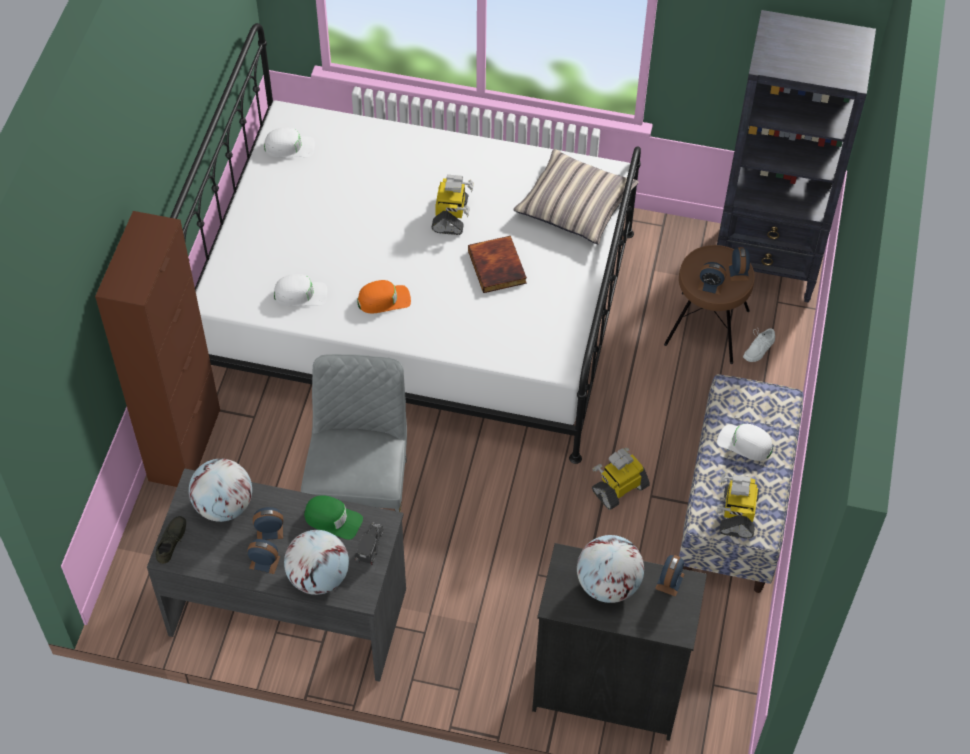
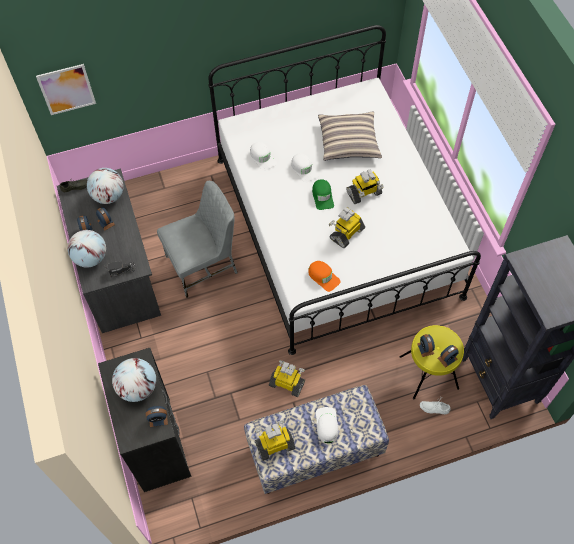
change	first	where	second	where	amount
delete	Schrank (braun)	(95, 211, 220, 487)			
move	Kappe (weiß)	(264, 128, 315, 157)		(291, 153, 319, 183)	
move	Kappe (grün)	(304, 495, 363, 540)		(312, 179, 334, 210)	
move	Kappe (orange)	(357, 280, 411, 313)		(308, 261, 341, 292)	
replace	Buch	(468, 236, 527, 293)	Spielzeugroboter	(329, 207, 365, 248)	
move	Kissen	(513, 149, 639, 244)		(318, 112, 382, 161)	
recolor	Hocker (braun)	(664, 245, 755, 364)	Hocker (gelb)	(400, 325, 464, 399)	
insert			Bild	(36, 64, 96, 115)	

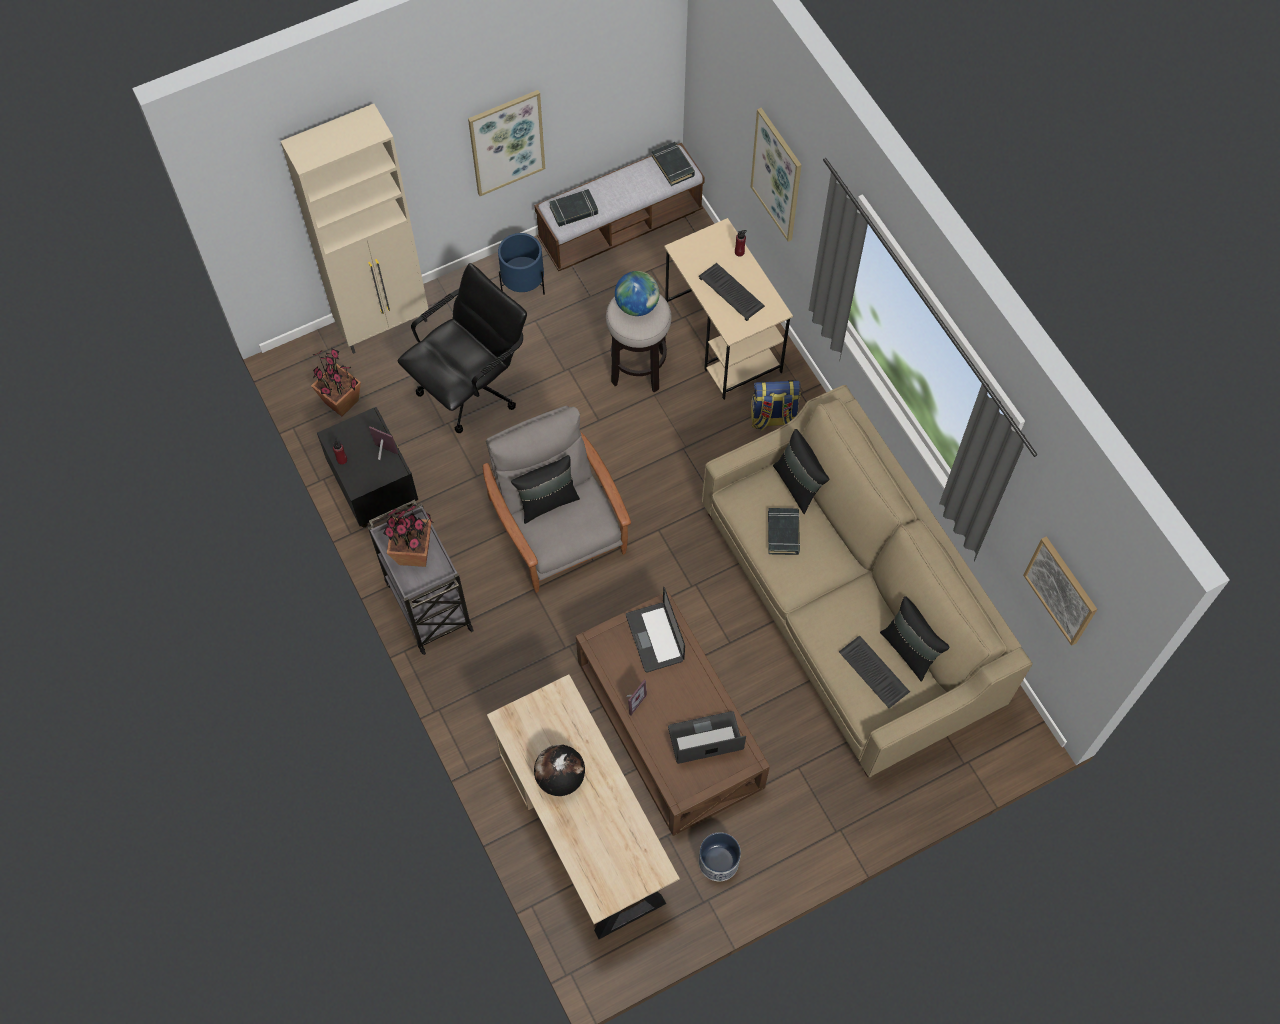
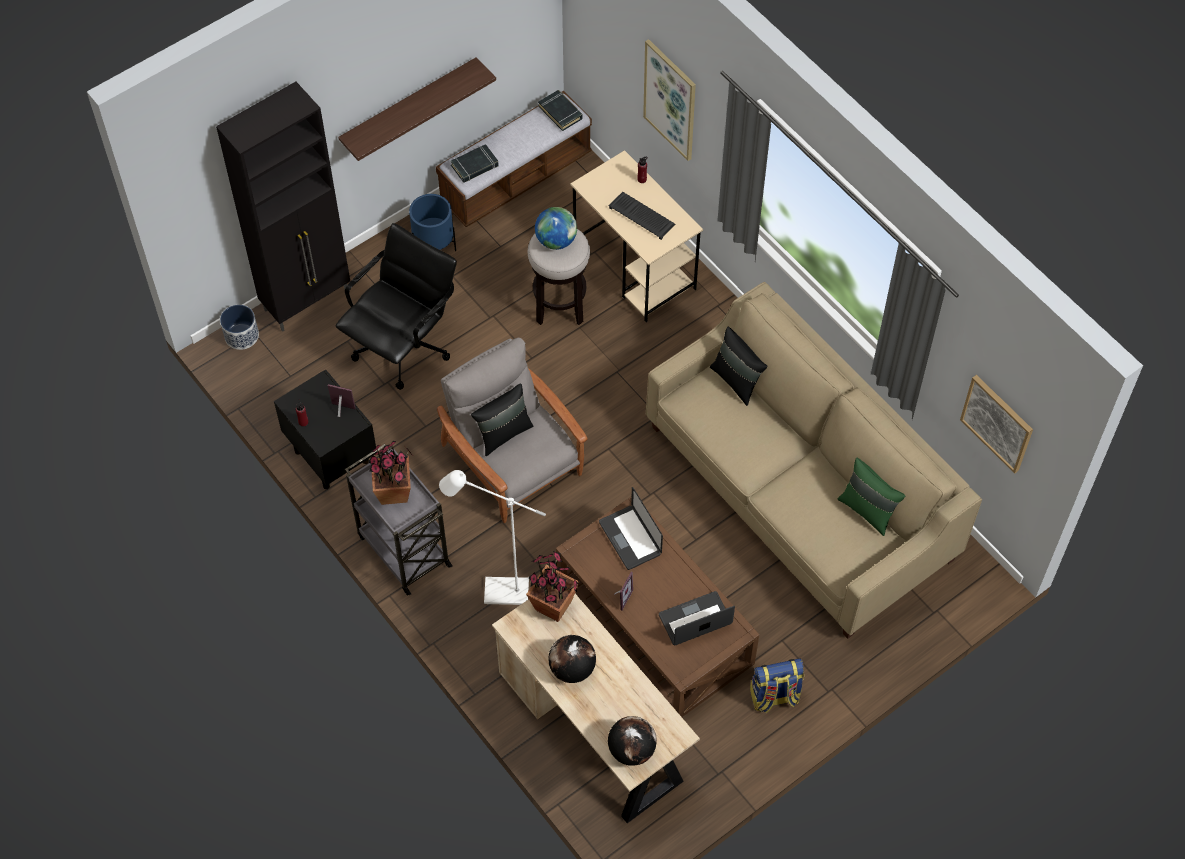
change	first	where	second	where	amount
recolor	Schrank (beige)	(281, 104, 428, 354)	Schrank (schwarz)	(216, 82, 350, 332)	
move	Topfpflanze	(311, 348, 361, 416)		(526, 551, 579, 622)	
replace	Bild	(468, 90, 545, 196)	Wandregal	(338, 57, 496, 161)	
move	Pflanzkübel	(699, 832, 741, 881)		(220, 305, 259, 350)	
move	Rucksack	(751, 380, 801, 431)		(750, 658, 804, 713)	
delete	Buch (schwarz)	(768, 508, 800, 555)			
delete	Tastatur	(839, 635, 910, 708)			
recolor	Kissen (schwarz)	(880, 596, 950, 682)	Kissen (grün)	(837, 458, 905, 536)	
insert			Stehlampe (weiß)	(439, 470, 546, 605)	
insert			Globus	(608, 716, 657, 766)	

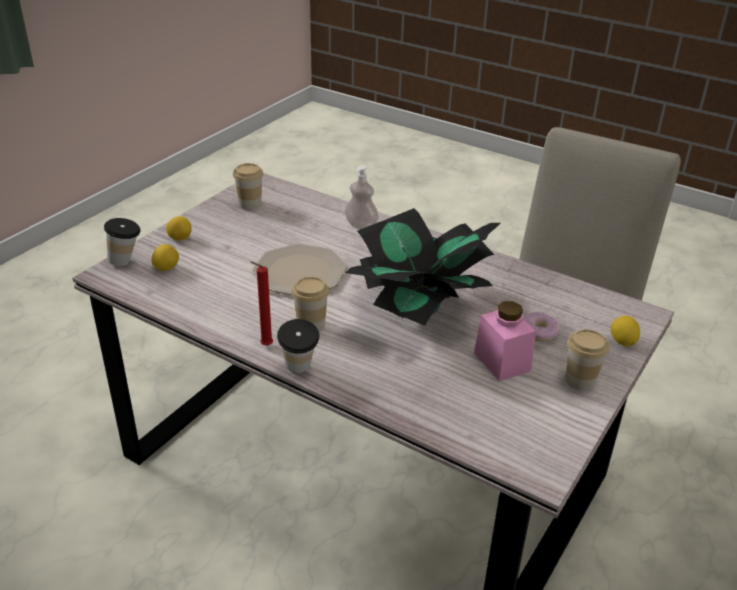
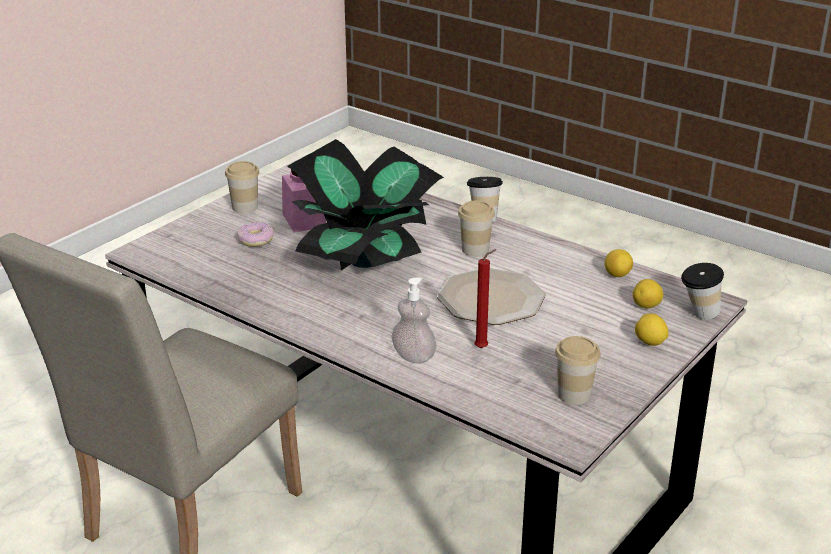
change	first	where	second	where	amount
move	Kerze (rot)	(250, 262, 273, 346)		(475, 249, 496, 348)	
move	Zitrone	(611, 316, 640, 346)		(605, 249, 633, 277)	

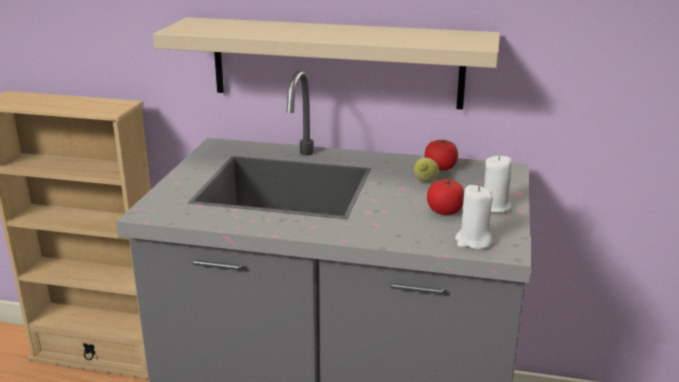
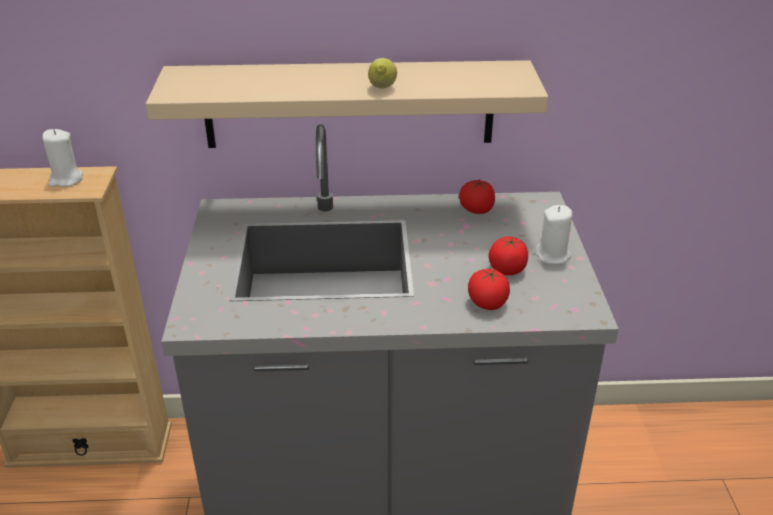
change	first	where	second	where	amount
move	Zitrone	(413, 158, 439, 183)		(368, 58, 397, 89)	
move	Kerze (weiß)	(455, 185, 493, 249)		(42, 129, 83, 187)	
insert			Tomate	(468, 269, 510, 310)	

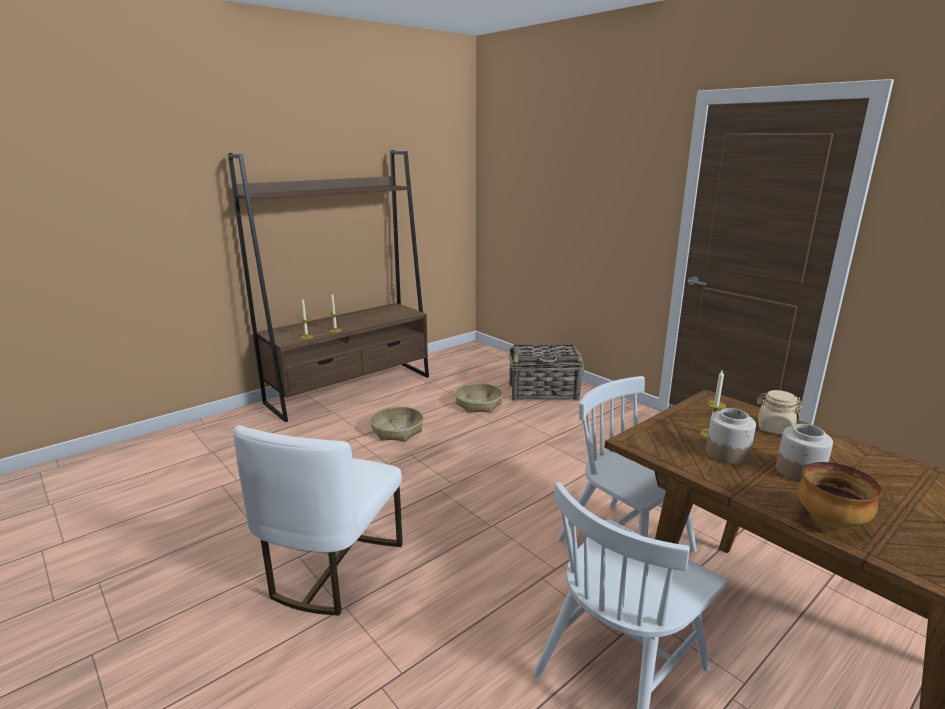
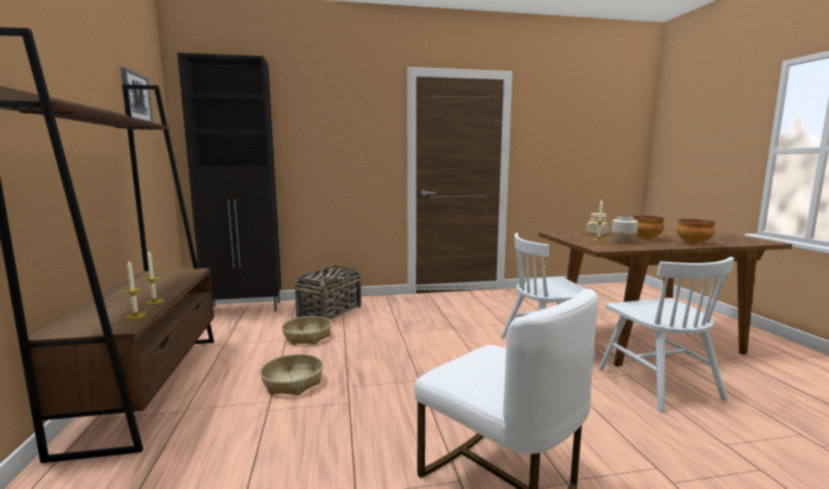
change	first	where	second	where	amount
replace	Vorratsglas	(776, 424, 833, 482)	Schüssel	(632, 216, 665, 239)	
insert			Bild	(120, 67, 153, 123)	
insert			Schrank (schwarz)	(177, 53, 281, 311)	

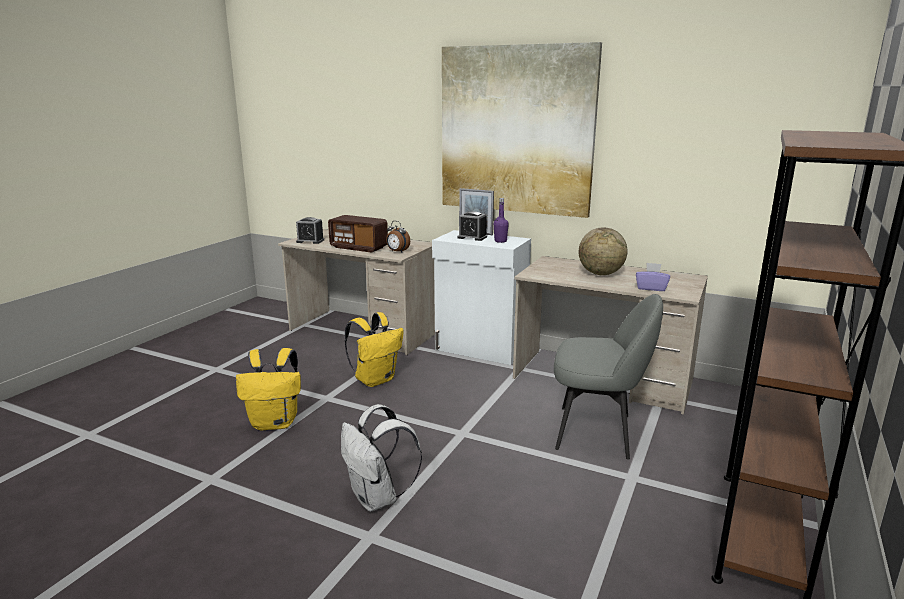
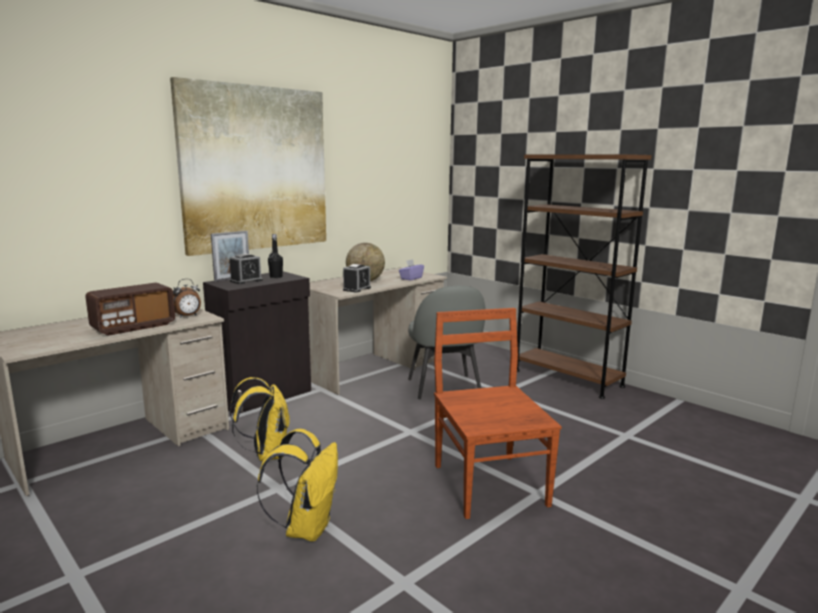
change	first	where	second	where	amount
move	Wecker	(296, 217, 324, 244)		(343, 264, 371, 293)	
replace	Rucksack (weiß)	(341, 404, 422, 512)	Stuhl (braun)	(434, 308, 562, 519)	
recolor	Schrank (weiß)	(432, 230, 531, 365)	Schrank (schwarz)	(203, 271, 311, 414)	
recolor	Flasche (lila)	(494, 198, 509, 243)	Flasche (schwarz)	(268, 234, 283, 278)	
rotate	Stuhl (grau)	(554, 294, 663, 460)		(408, 286, 486, 399)	135 degrees clockwise

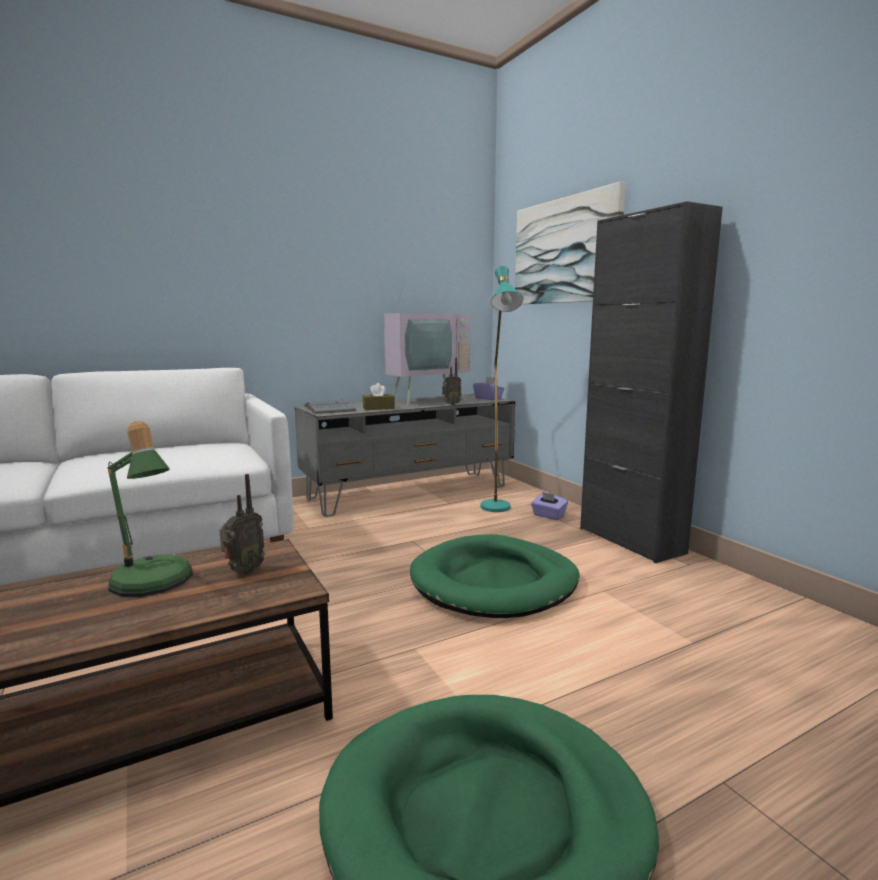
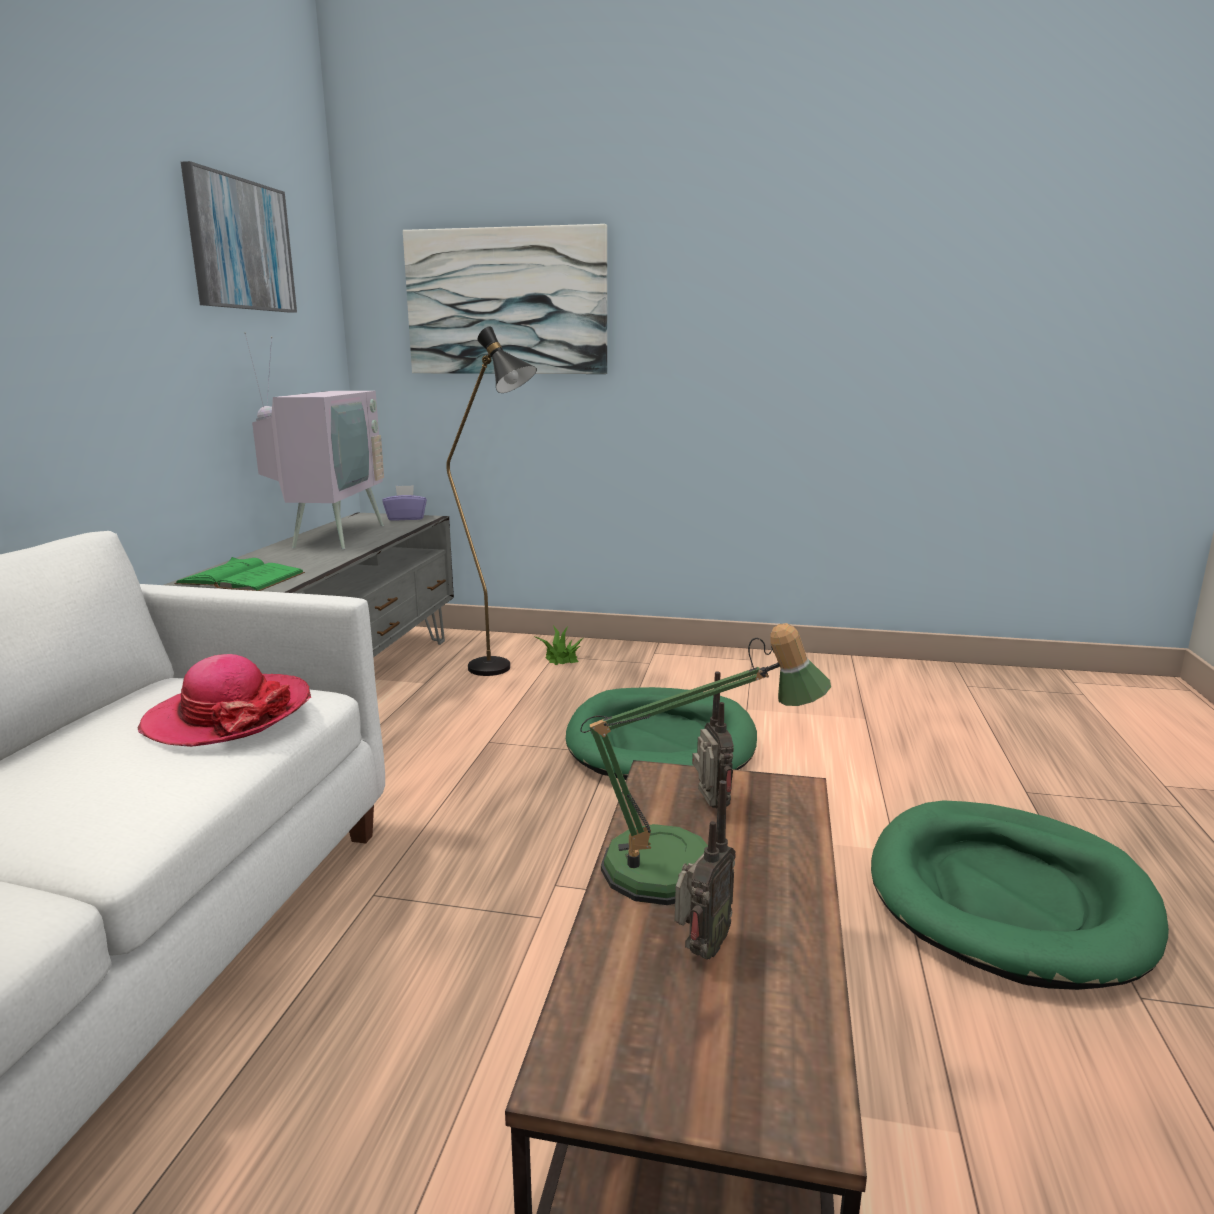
change	first	where	second	where	amount
recolor	Buch (grau)	(305, 399, 356, 414)	Buch (grün)	(174, 557, 305, 591)	
delete	Taschentuchbox (braun)	(363, 383, 395, 410)			
move	Radio	(442, 358, 462, 405)		(675, 780, 736, 960)	
recolor	Stehlampe (türkis)	(481, 266, 523, 512)	Stehlampe (schwarz)	(446, 326, 537, 676)	
replace	Taschentuchbox (lila)	(531, 492, 568, 520)	Topfpflanze	(533, 626, 583, 665)	
delete	Schrank (schwarz)	(580, 201, 723, 563)			
insert			Hut	(138, 654, 311, 747)	
insert			Bild	(181, 161, 297, 313)	

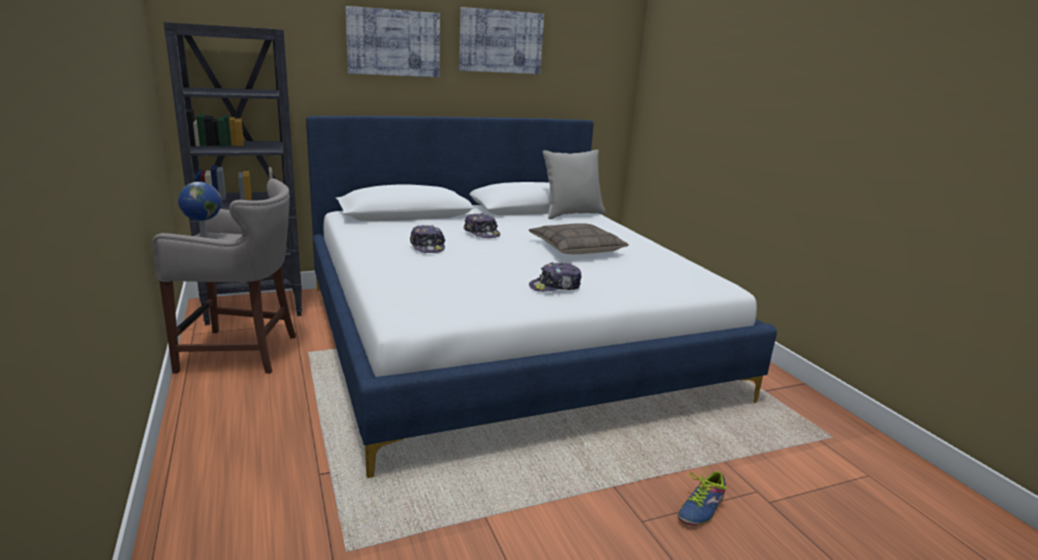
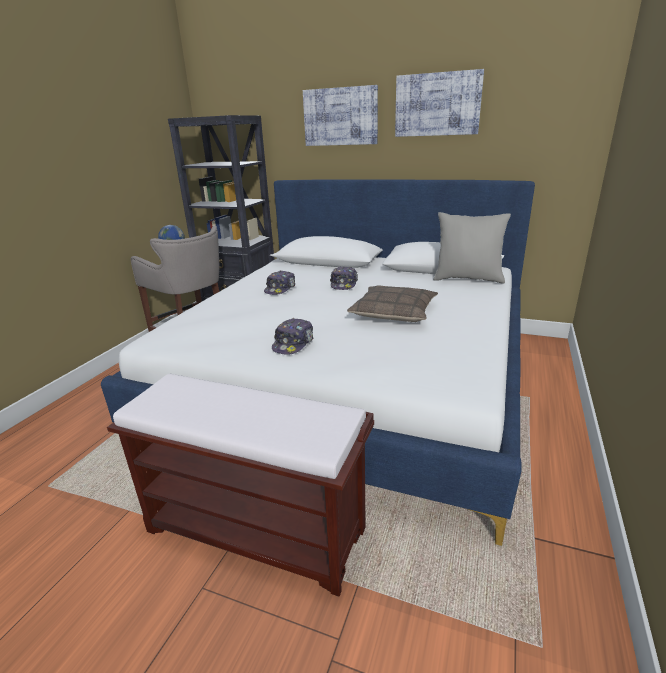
change	first	where	second	where	amount
rotate	Kappe	(529, 262, 581, 292)		(272, 318, 313, 354)	90 degrees counterclockwise
delete	Schuh	(678, 465, 728, 526)			
insert			Bank (braun)	(107, 374, 374, 597)	

